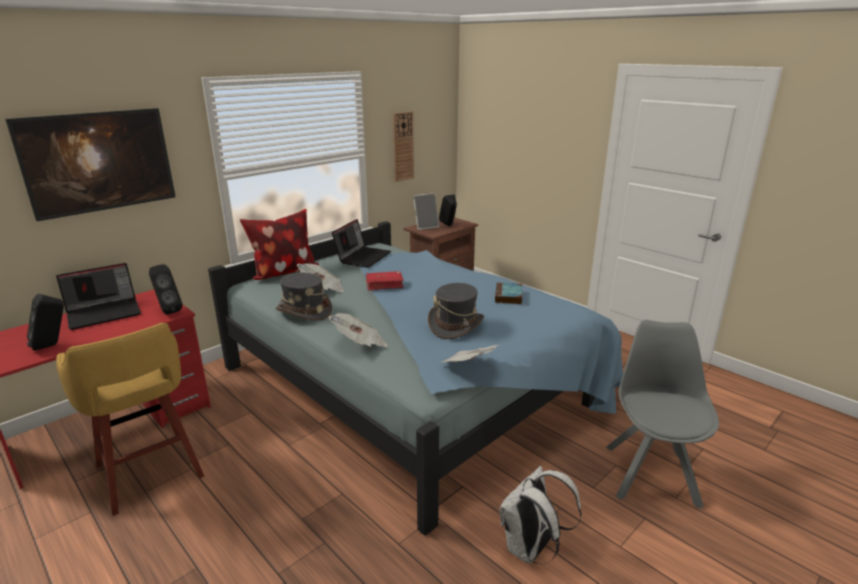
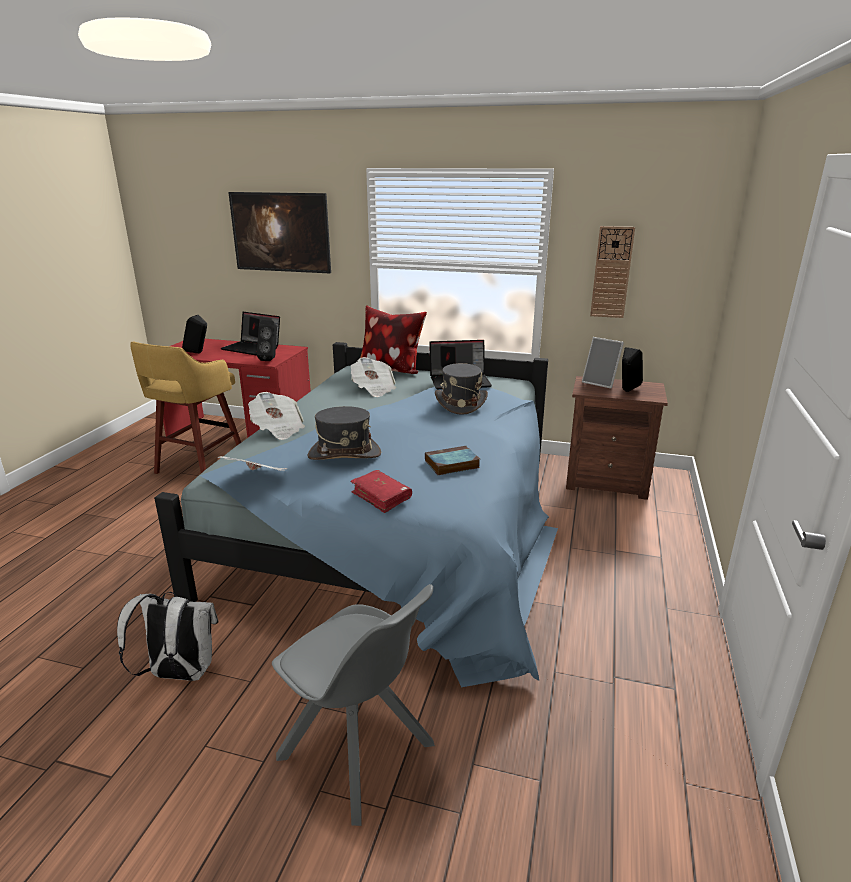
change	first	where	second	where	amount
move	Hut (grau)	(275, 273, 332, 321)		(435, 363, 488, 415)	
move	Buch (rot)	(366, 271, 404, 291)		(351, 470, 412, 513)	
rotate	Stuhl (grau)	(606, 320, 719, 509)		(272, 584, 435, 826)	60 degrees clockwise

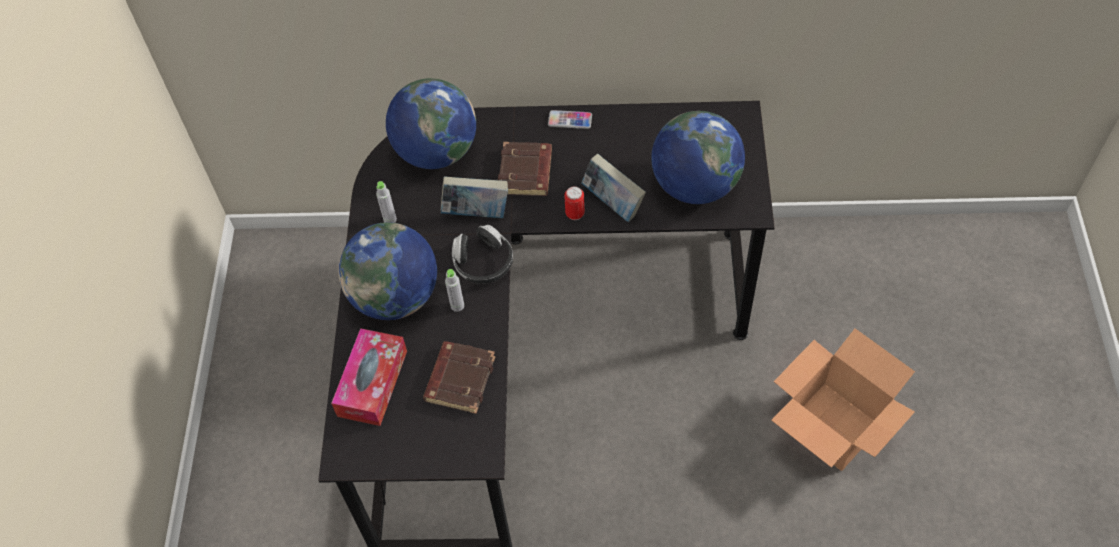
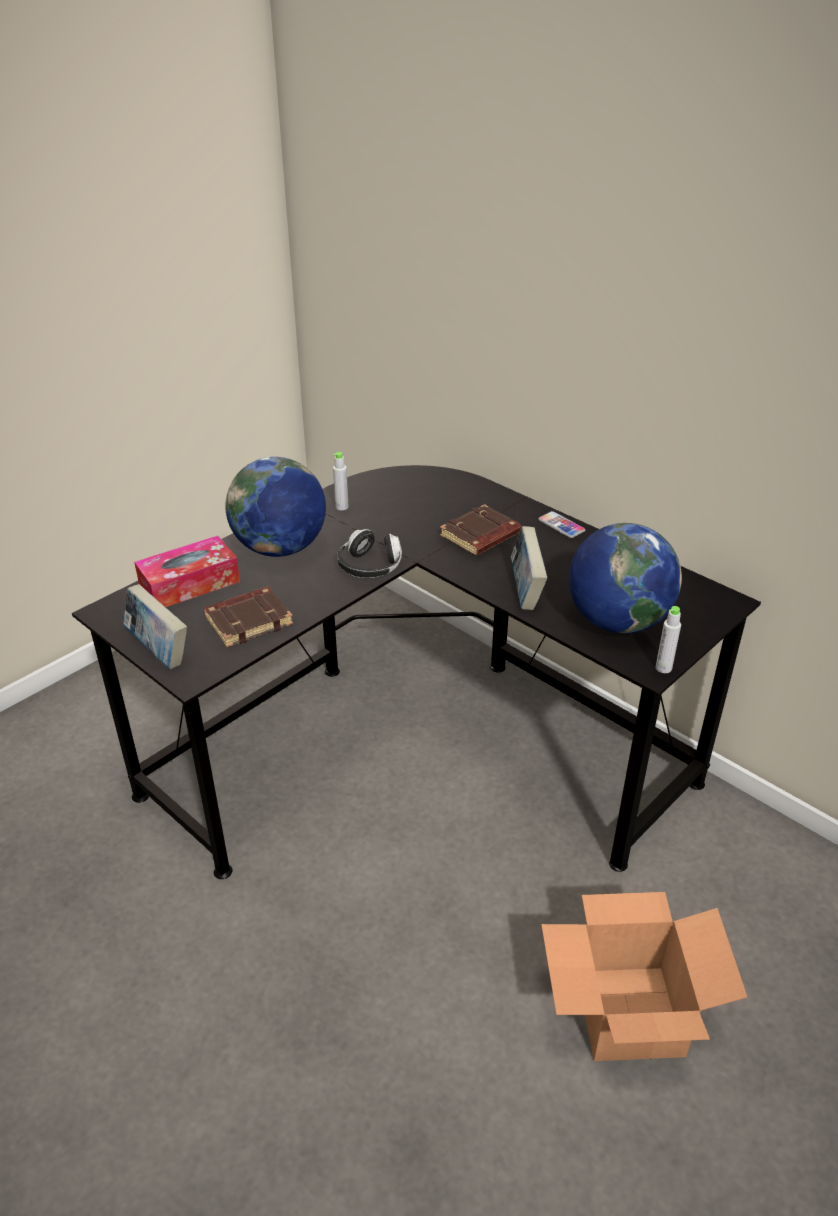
change	first	where	second	where	amount
delete	Globus	(386, 78, 476, 169)			
move	Buch	(441, 176, 508, 218)		(123, 584, 187, 669)	
move	Flasche (grau)	(445, 269, 464, 312)		(656, 606, 681, 673)	
delete	Dose	(564, 186, 585, 220)			

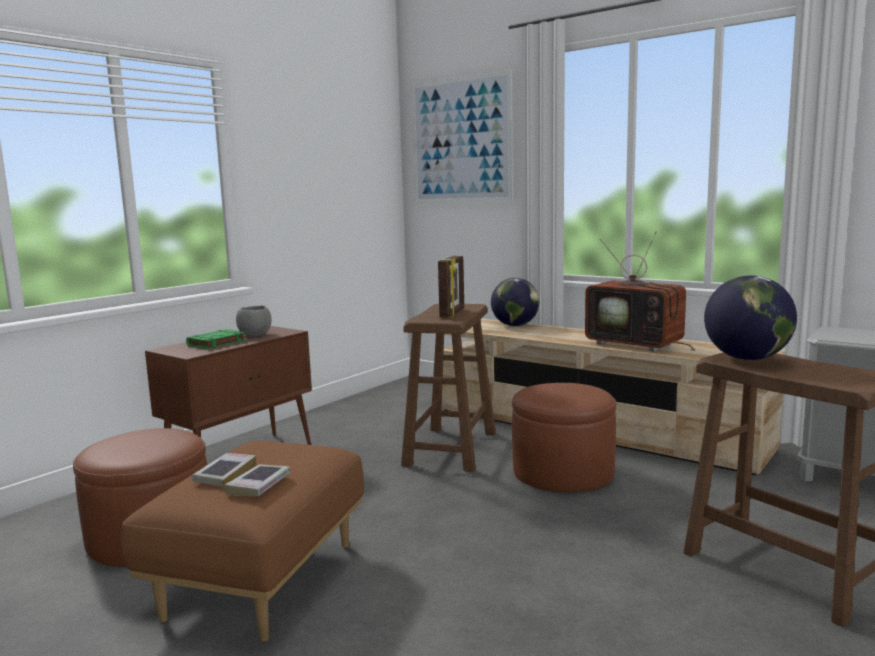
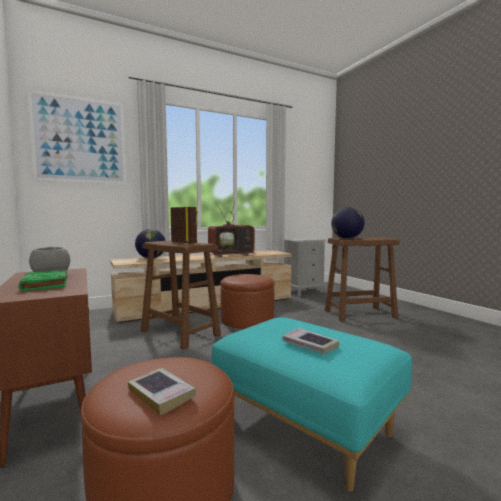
change	first	where	second	where	amount
recolor	Polsterhocker (braun)	(122, 441, 364, 642)	Polsterhocker (türkis)	(211, 317, 412, 492)	
move	Buch	(225, 464, 291, 496)		(128, 368, 196, 415)	

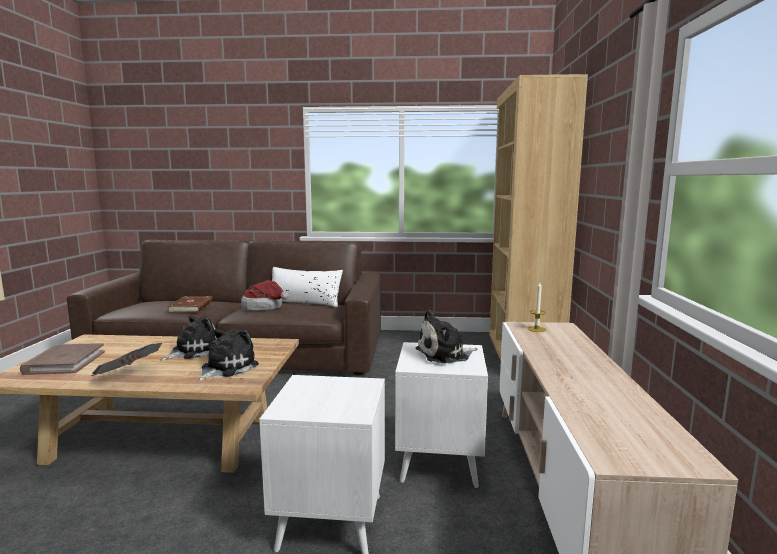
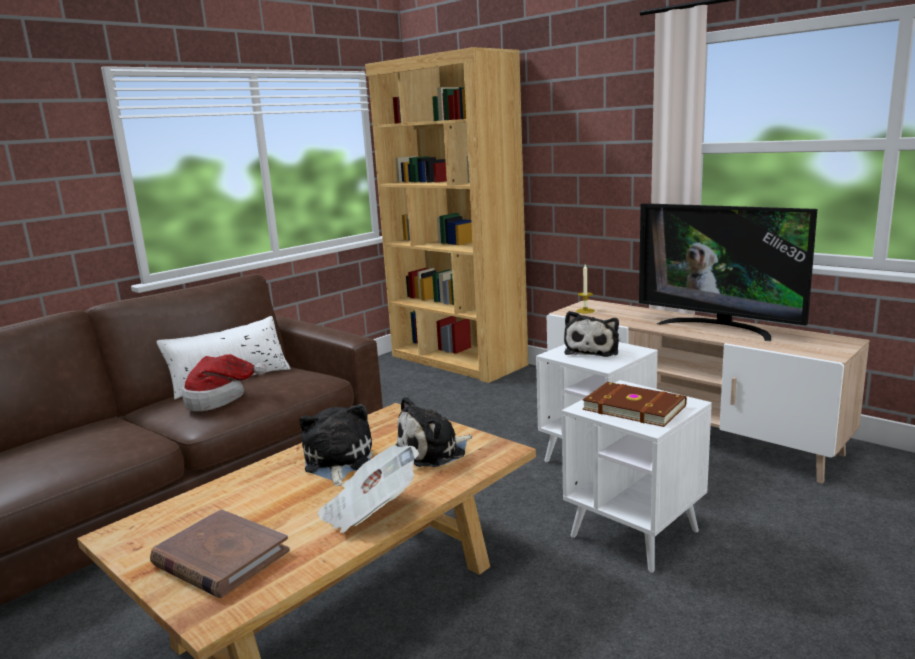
change	first	where	second	where	amount
move	Buch (braun)	(168, 296, 213, 312)		(582, 382, 687, 427)	
rotate	Plüschtier	(197, 328, 259, 381)		(396, 396, 472, 467)	105 degrees counterclockwise
insert			Fernseher	(639, 203, 817, 341)	

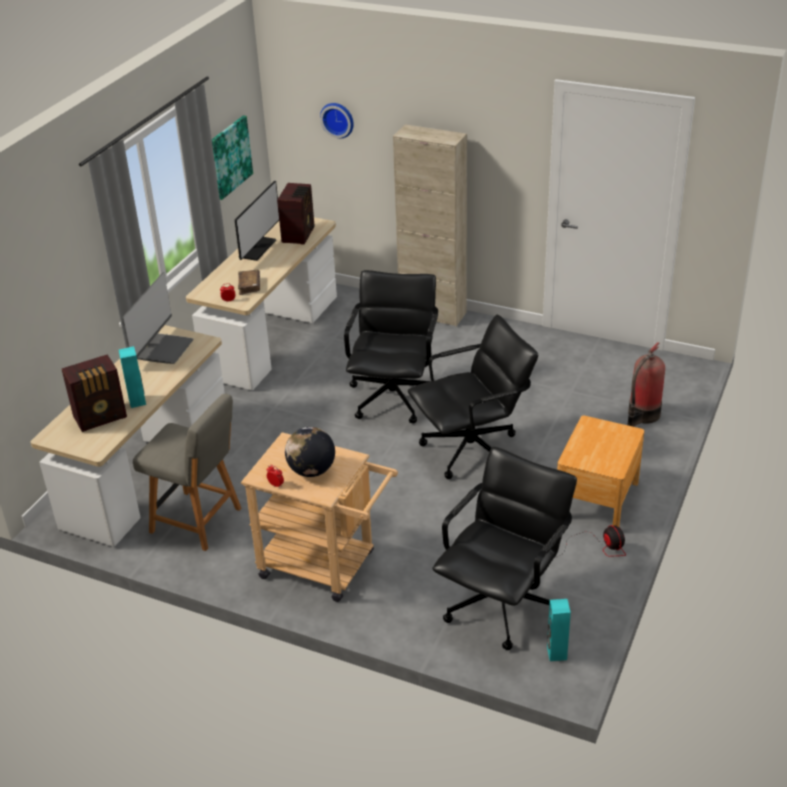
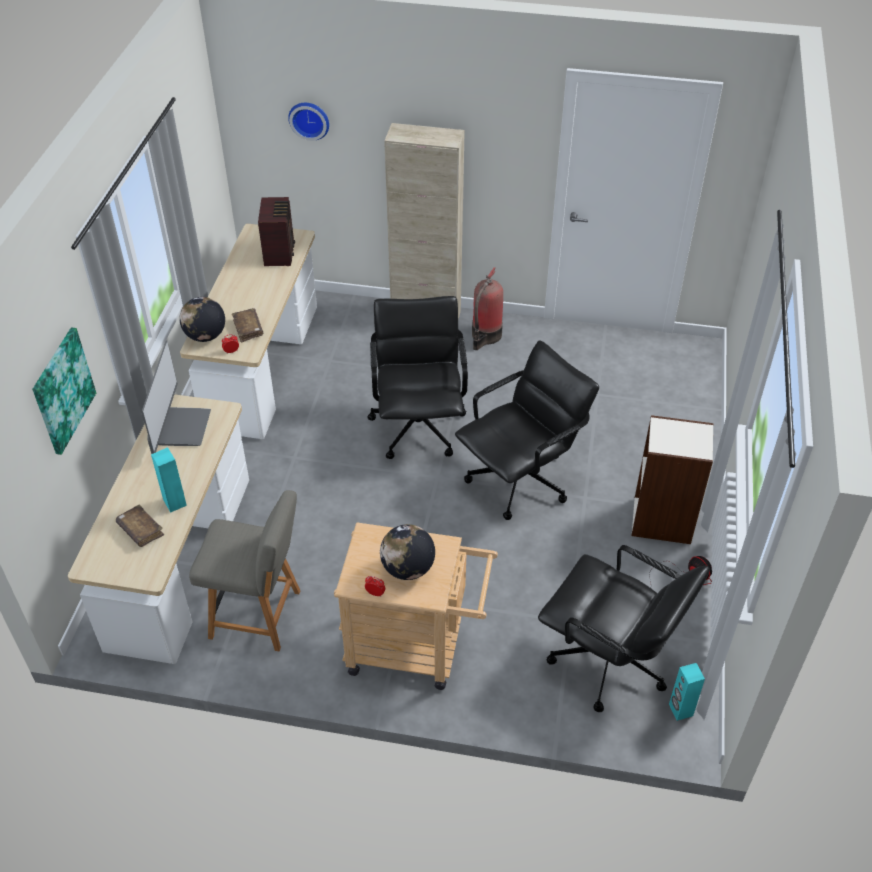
change	first	where	second	where	amount
replace	Radio	(62, 354, 127, 432)	Buch (braun)	(116, 505, 164, 547)	
move	Bild	(212, 116, 253, 200)		(32, 327, 96, 455)	
delete	Monitor	(235, 180, 279, 261)			
rotate	Bürostuhl (schwarz)	(432, 447, 577, 650)		(538, 545, 710, 712)	105 degrees clockwise
replace	Nachttisch (braun)	(557, 415, 644, 527)	Bücherregal	(632, 415, 714, 544)	
move	Feuerlöscher	(628, 342, 665, 427)		(472, 267, 503, 350)	
insert			Globus	(180, 297, 225, 342)	

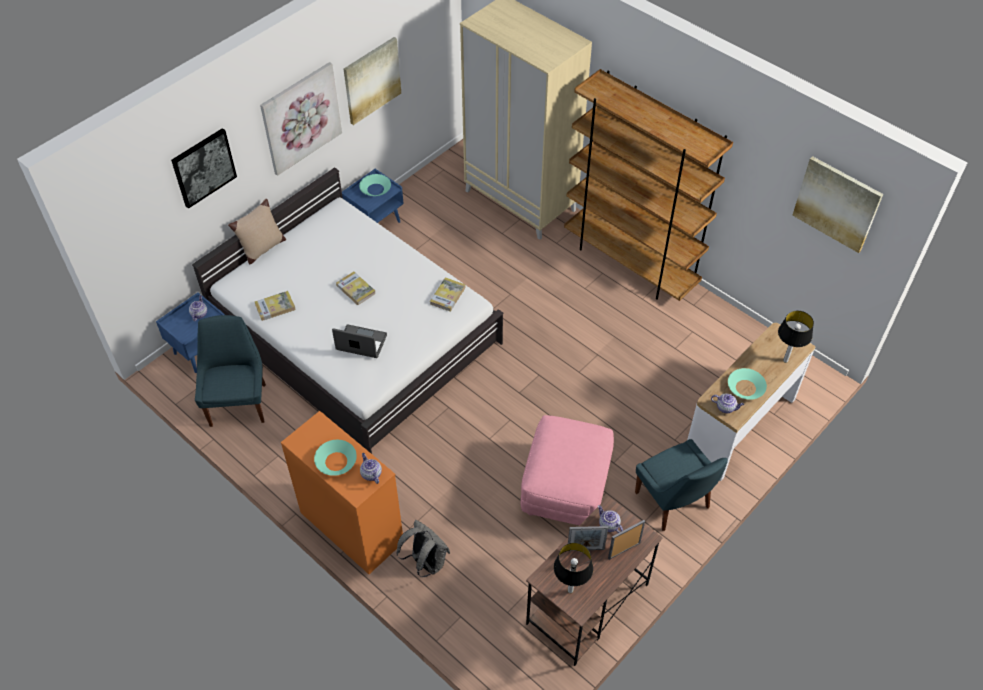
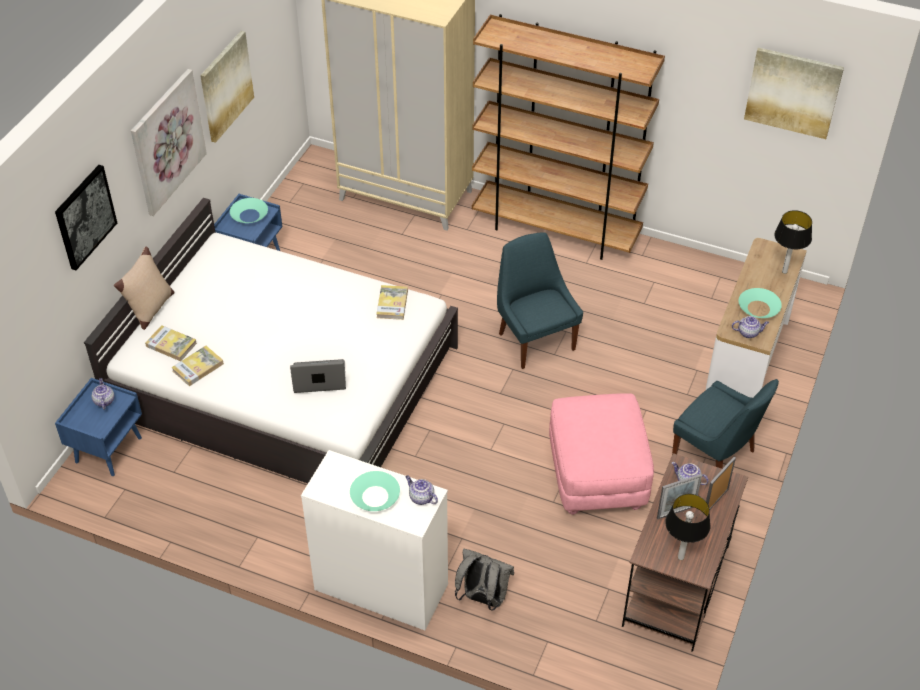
change	first	where	second	where	amount
move	Stuhl (blau)	(195, 315, 266, 427)		(497, 232, 583, 369)	
recolor	Kommode (orange)	(281, 411, 403, 574)	Kommode (weiß)	(301, 450, 448, 630)	
move	Buch	(336, 272, 376, 305)		(145, 325, 197, 361)	

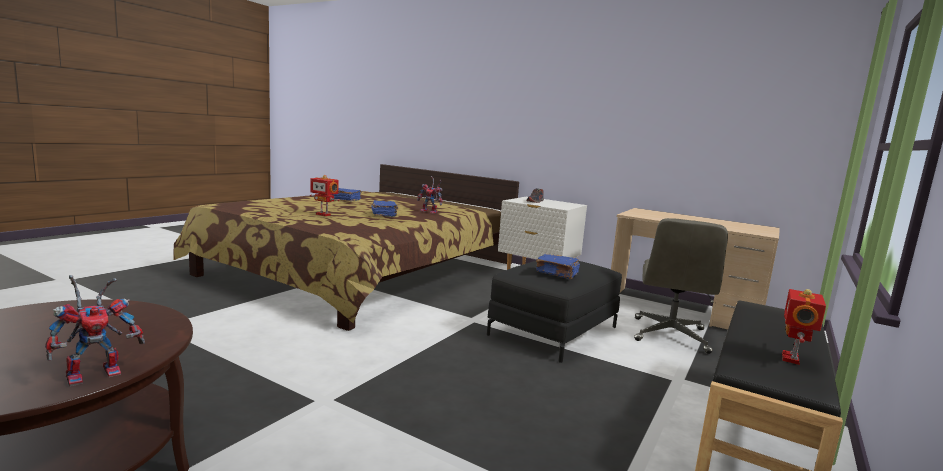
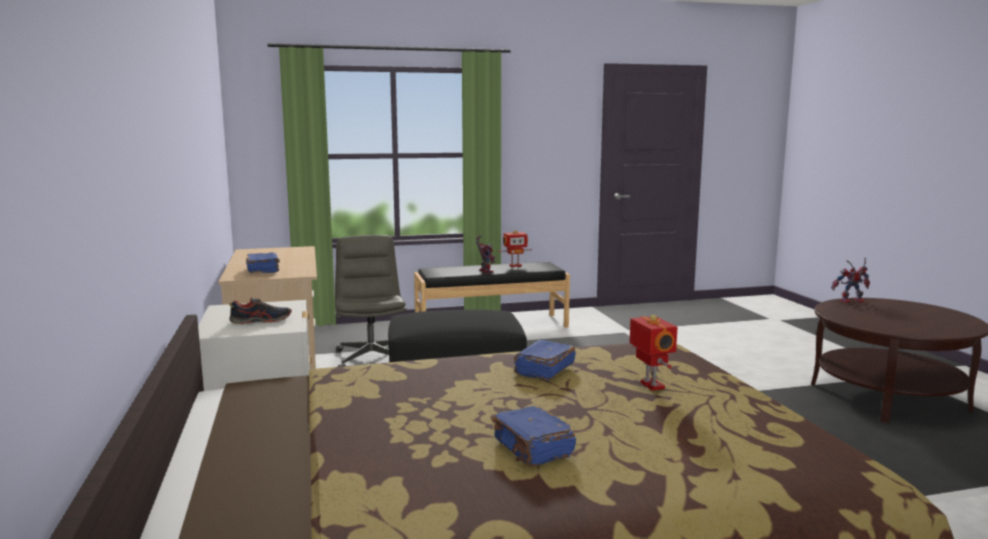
change	first	where	second	where	amount
move	Spielzeugroboter	(417, 176, 443, 214)		(476, 235, 496, 273)	
move	Buch (blau)	(536, 254, 580, 279)		(246, 252, 280, 273)	
rotate	Bürostuhl (grau)	(634, 218, 728, 354)		(335, 235, 407, 367)	75 degrees counterclockwise

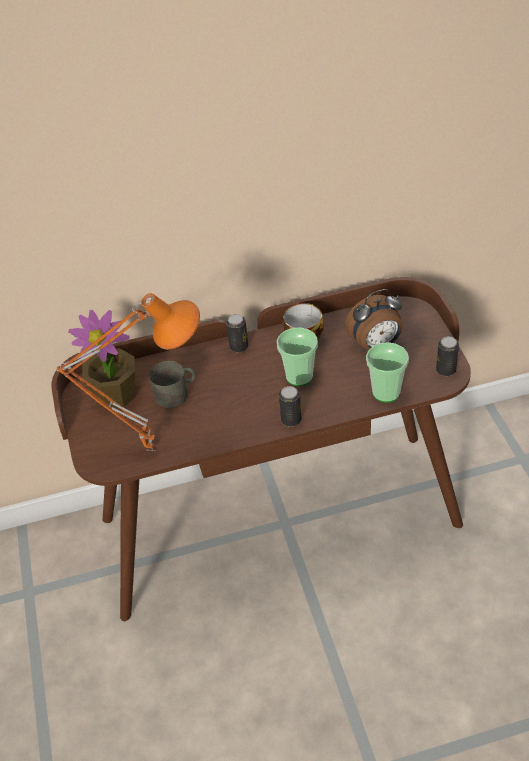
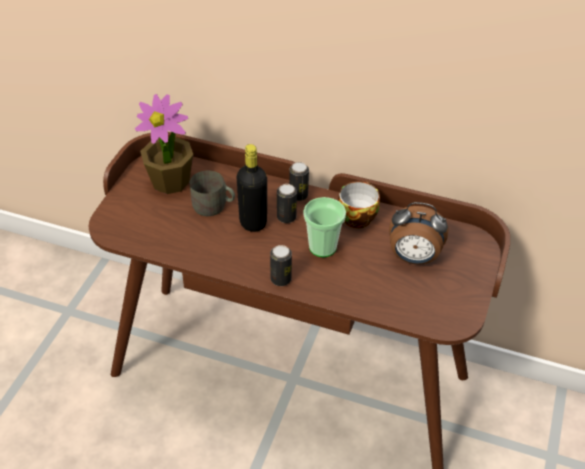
change	first	where	second	where	amount
delete	Tischlampe (orange)	(56, 293, 200, 451)			
delete	Tasse	(366, 342, 409, 403)			
move	Dose	(436, 336, 459, 376)		(277, 184, 297, 223)	
insert			Flasche (schwarz)	(237, 144, 267, 232)	

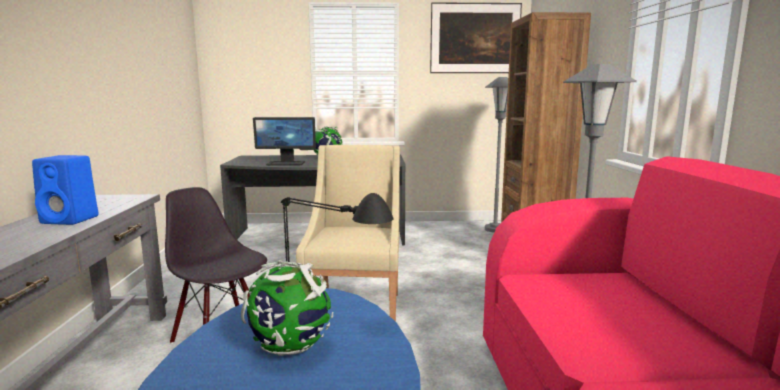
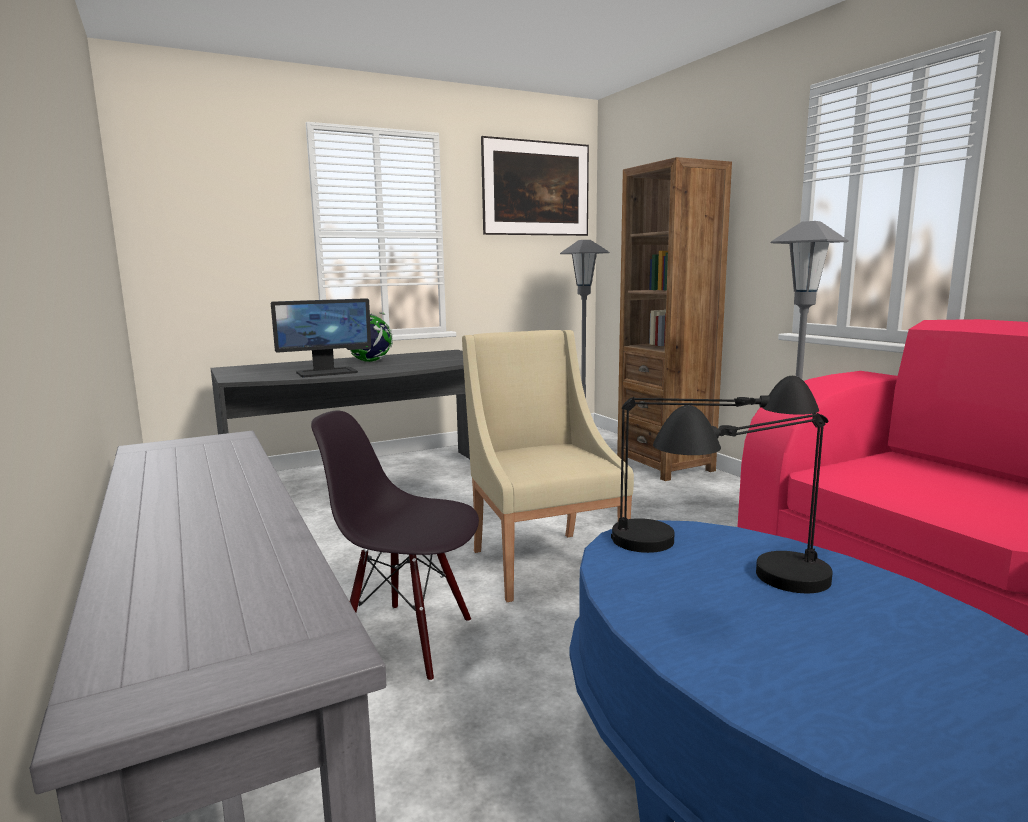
change	first	where	second	where	amount
delete	Lautsprecher (blau)	(32, 155, 99, 225)			
replace	Globus	(241, 260, 333, 356)	Tischlampe (schwarz)	(653, 405, 833, 593)	

